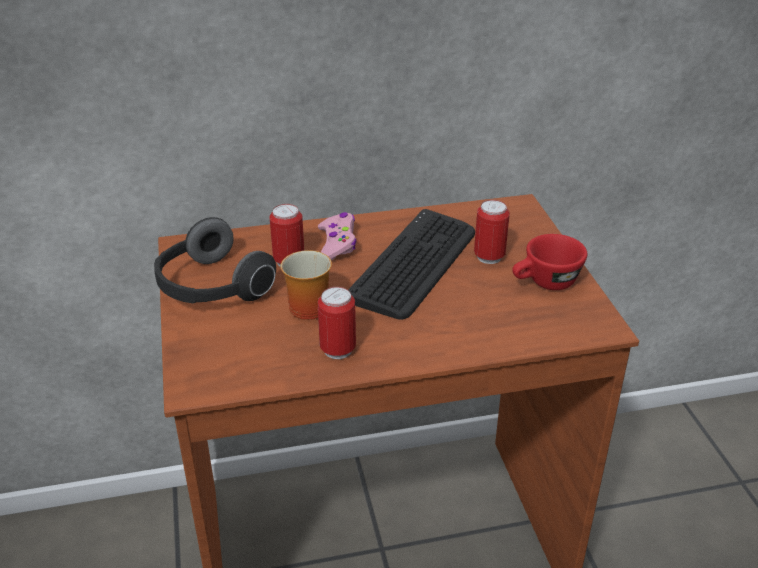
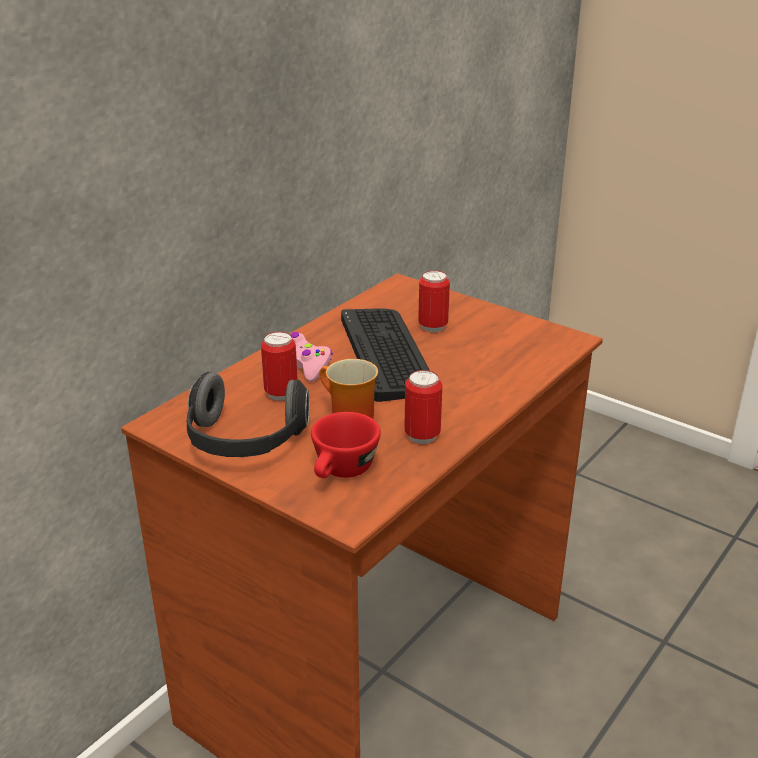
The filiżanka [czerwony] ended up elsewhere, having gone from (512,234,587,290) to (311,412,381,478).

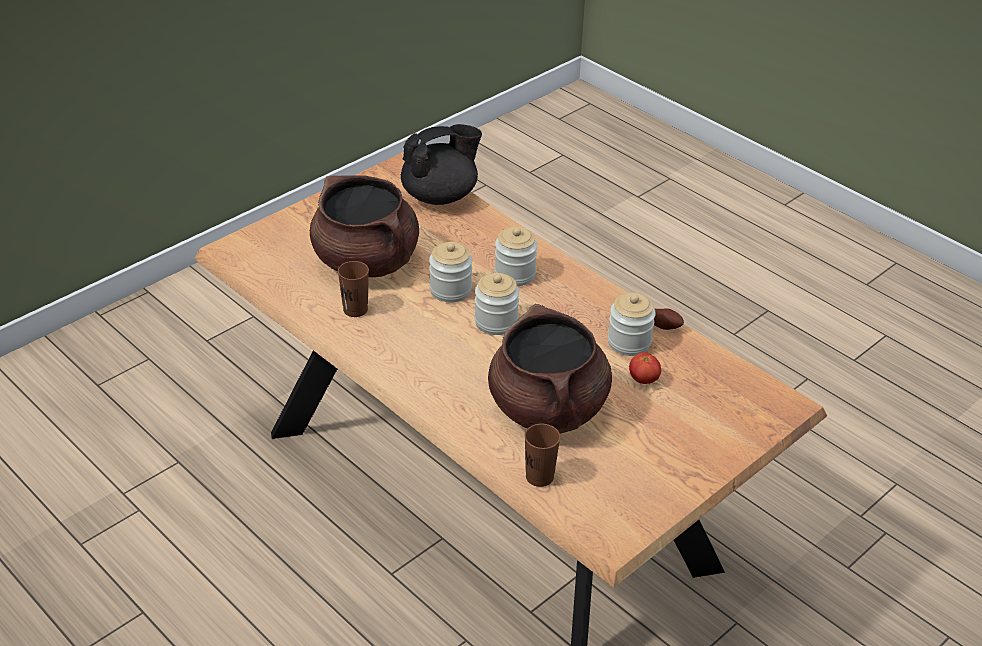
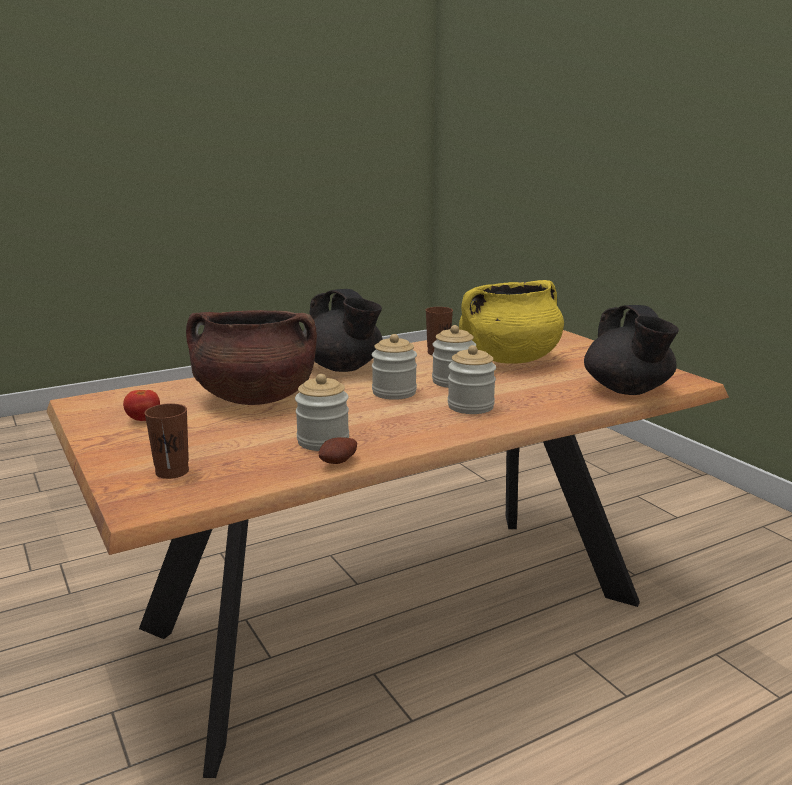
What was the garnek [brązowy] at (310,175,419,277) turned into the garnek [żółty] at (459,280,564,364).
The filiżanka [brązowy] ended up elsewhere, having gone from (525,424,560,487) to (144,403,189,479).
The pomidor ended up elsewhere, having gone from (629,352,661,384) to (123,390,160,421).
The second view gained the imbryk [czarny] at (309,289,383,372).

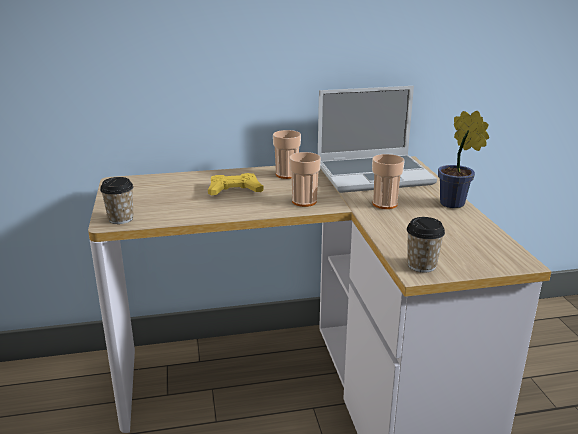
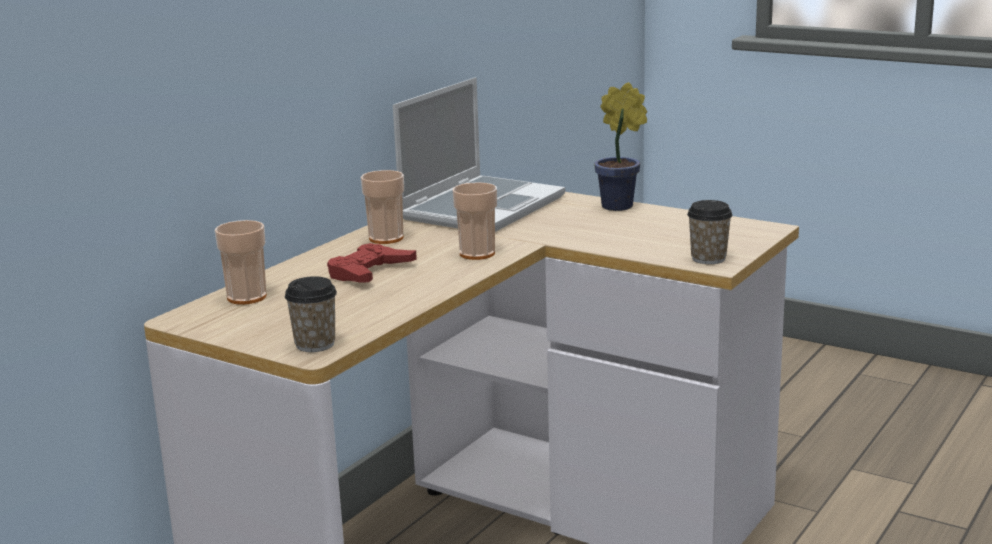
What was the pad do gier [żółty] at (208,173,264,196) turned into the pad do gier [czerwony] at (327,243,417,282).
The filiżanka ended up elsewhere, having gone from (372,154,405,209) to (215,220,267,305).

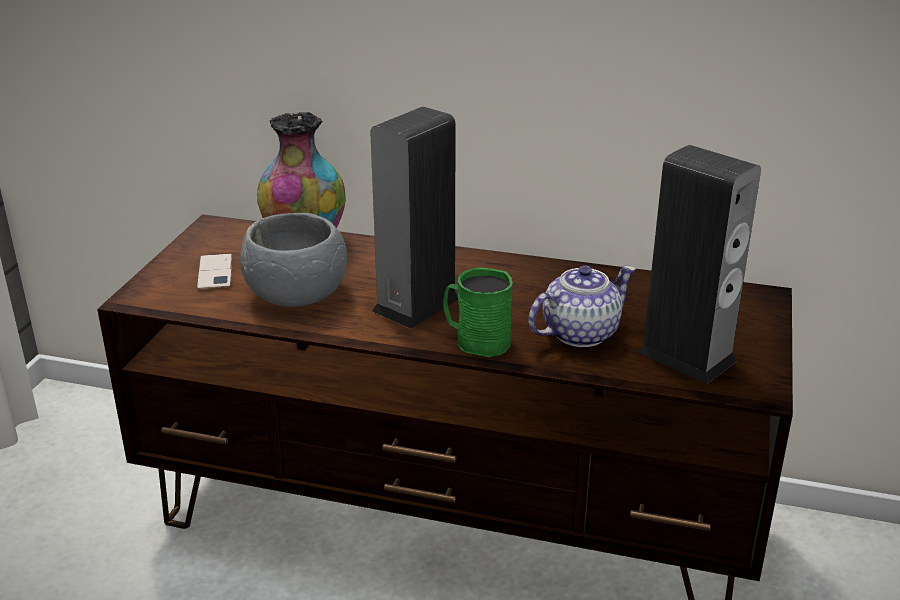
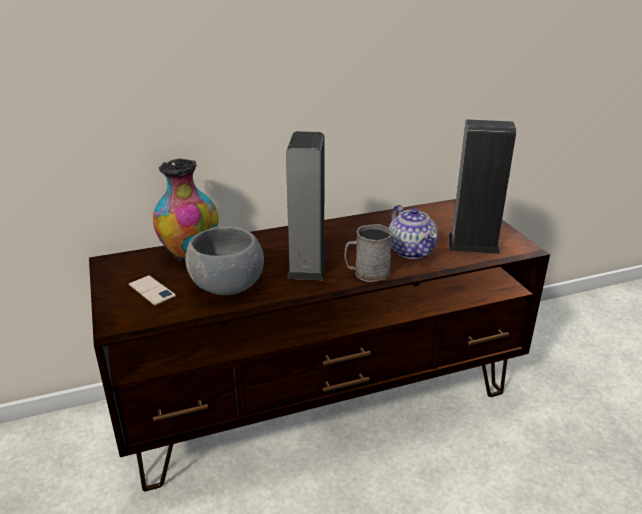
What was the kubek [zielony] at (443,268,513,357) turned into the kubek [szary] at (344,224,393,282).
The imbryk at (528,265,636,347) ended up facing another way, 135 degrees clockwise from before.

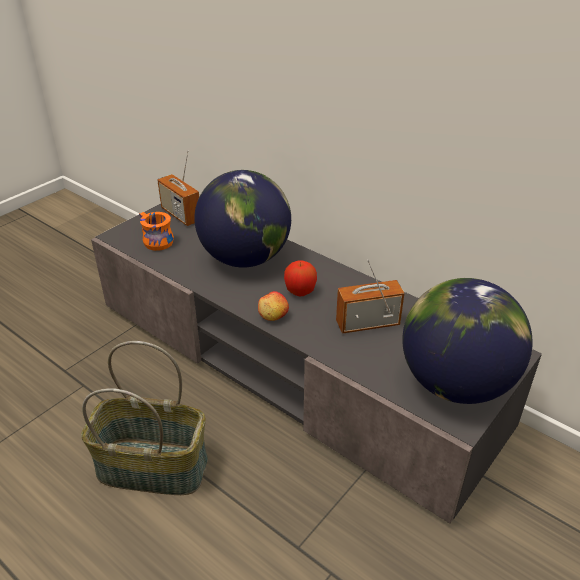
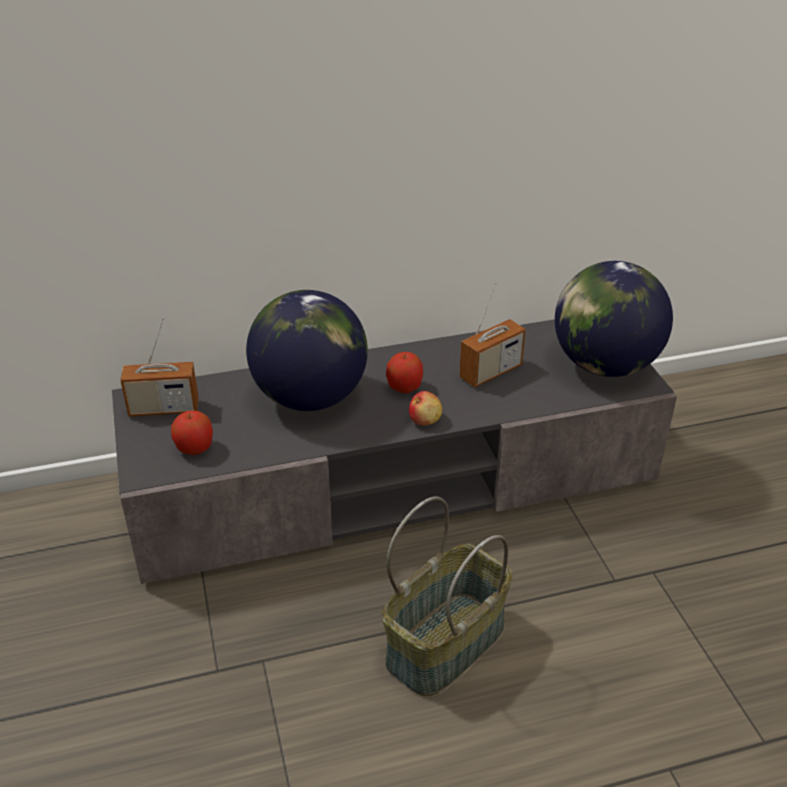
Where the kubek [pomarańczowy] stood at (139,212,174,251), the jabłko came to stand at (171,410,213,455).
The radio at (336,260,405,334) ended up facing another way, 150 degrees counterclockwise from before.

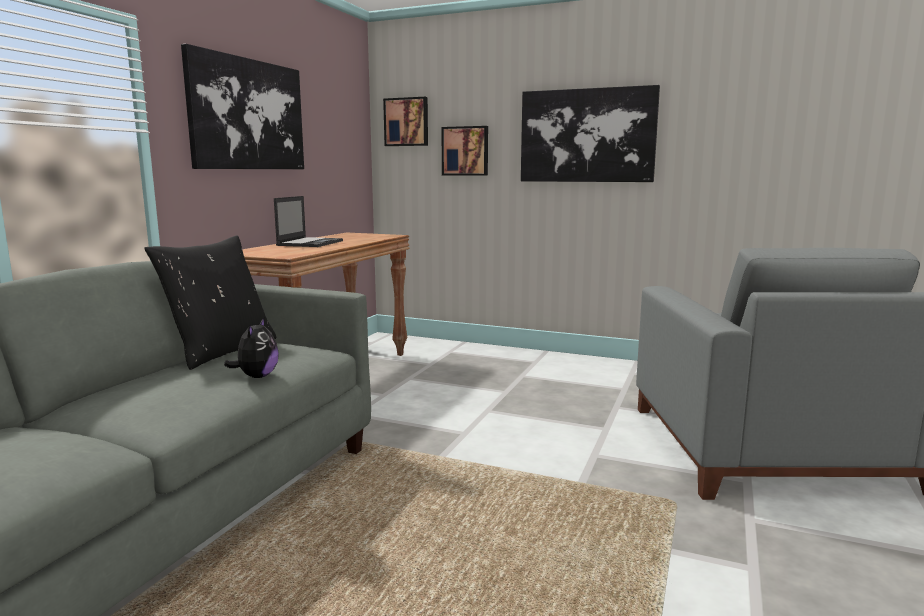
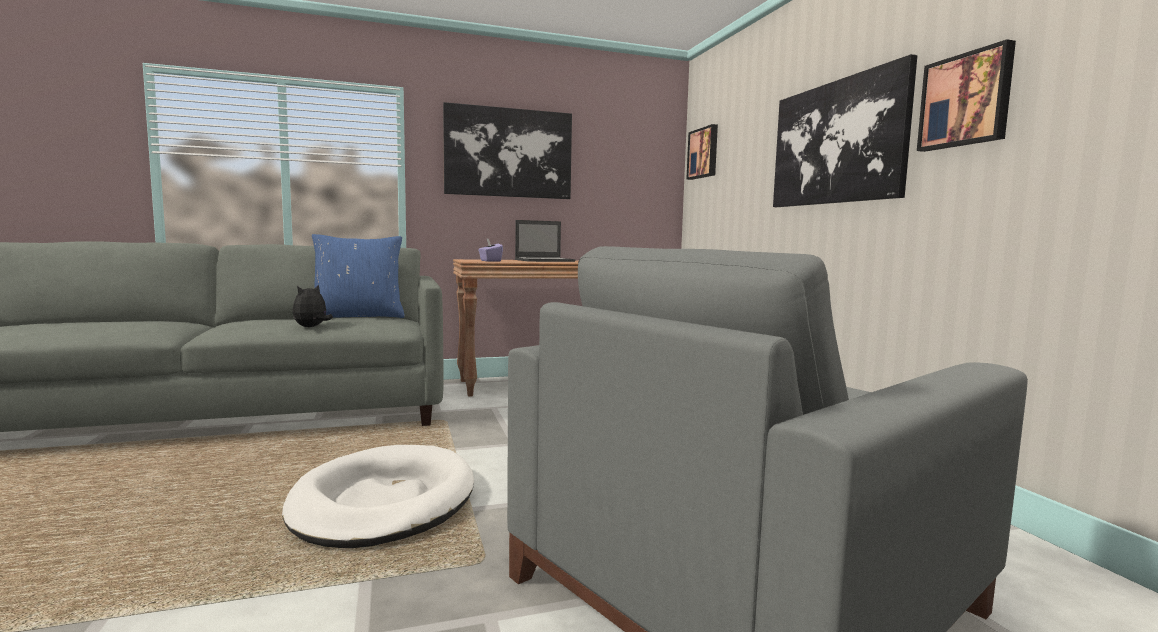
What was the poduszka [czarny] at (144,235,276,370) turned into the poduszka [niebieski] at (312,234,405,318).
The pluszak at (224,318,279,378) ended up facing another way, 150 degrees clockwise from before.
The obraz ended up elsewhere, having gone from (441,126,488,176) to (917,39,1016,152).
The second view gained the legowisko [biały] at (282,445,474,548).
The second view gained the pudełko chusteczek [fioletowy] at (478,238,503,262).

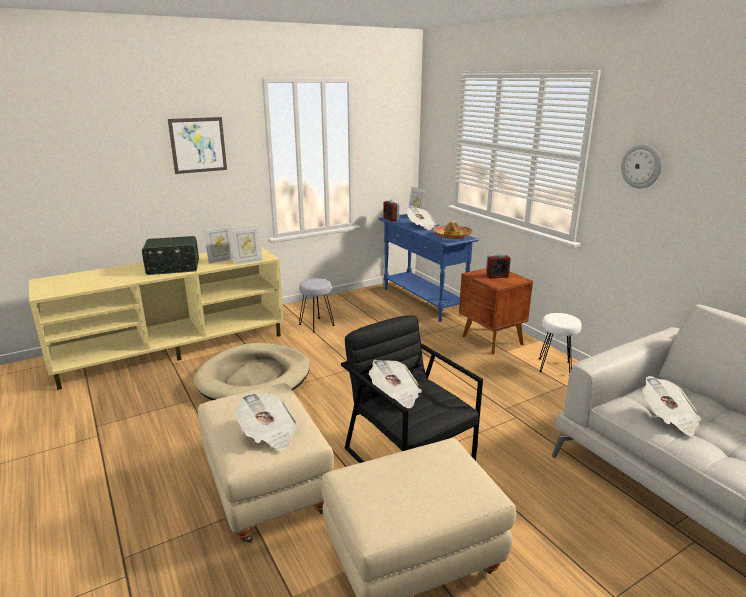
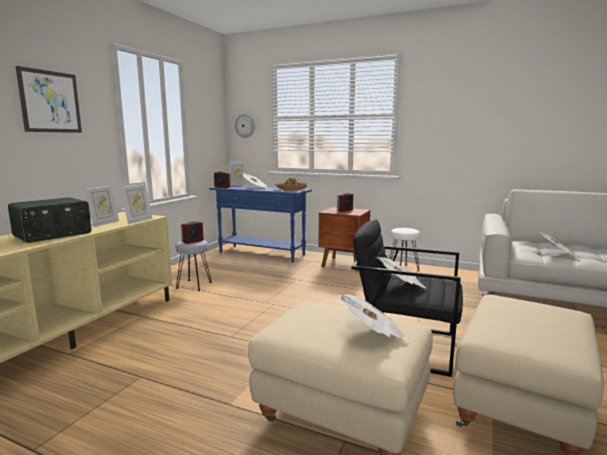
The second view lost the legowisko [beżowy] at (194,343,310,400).
The zegar ścienny ended up elsewhere, having gone from (621,144,661,189) to (235,114,255,138).
The second view gained the budzik at (181,220,203,244).

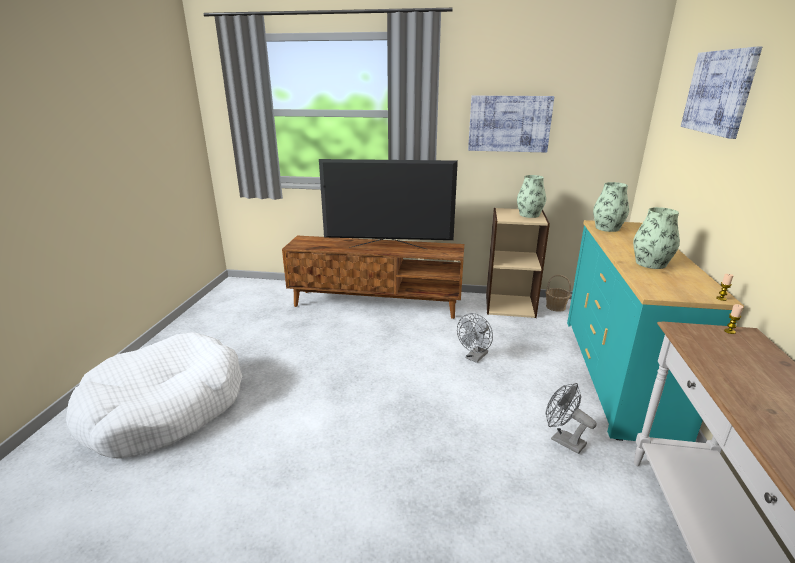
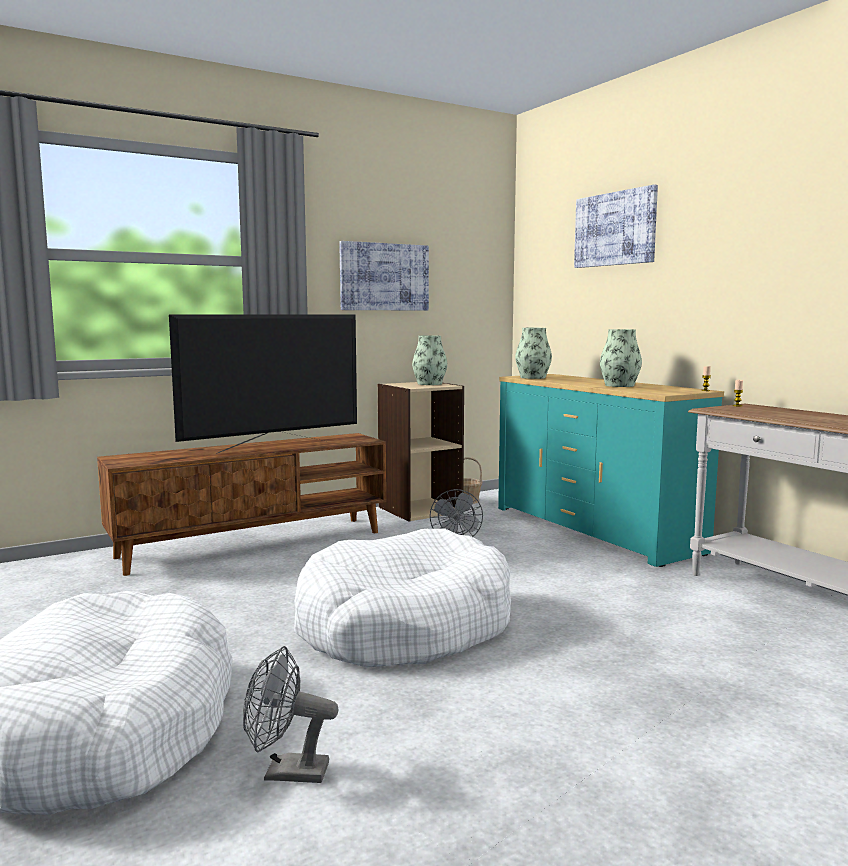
The wentylator [szary] ended up elsewhere, having gone from (545,383,597,454) to (243,646,339,783).
The second view gained the legowisko [biały] at (294,529,511,667).

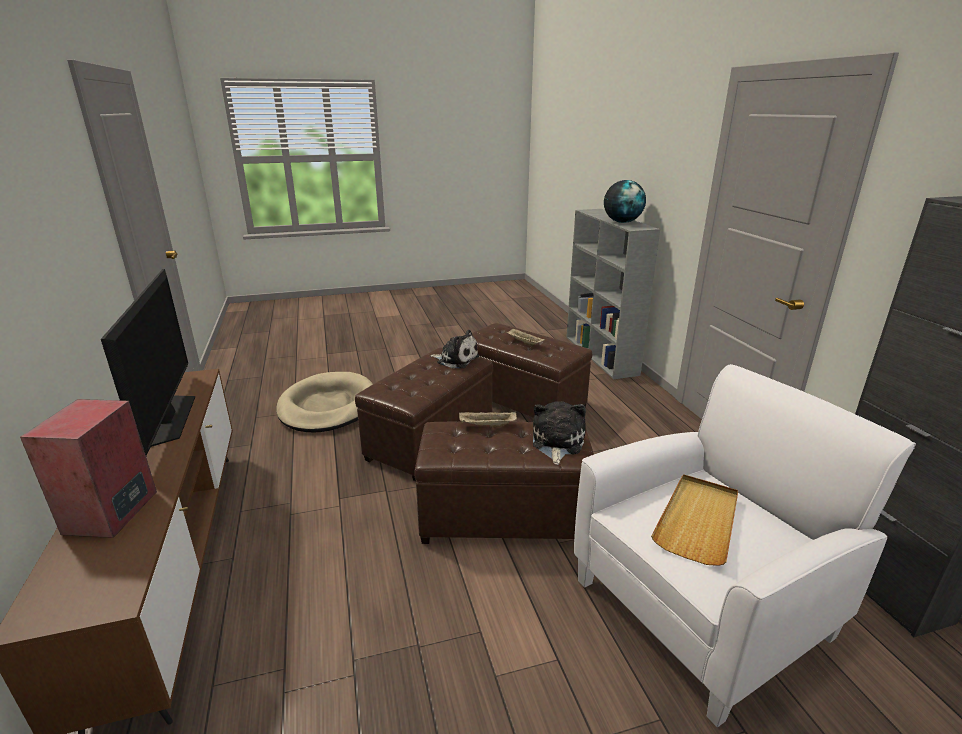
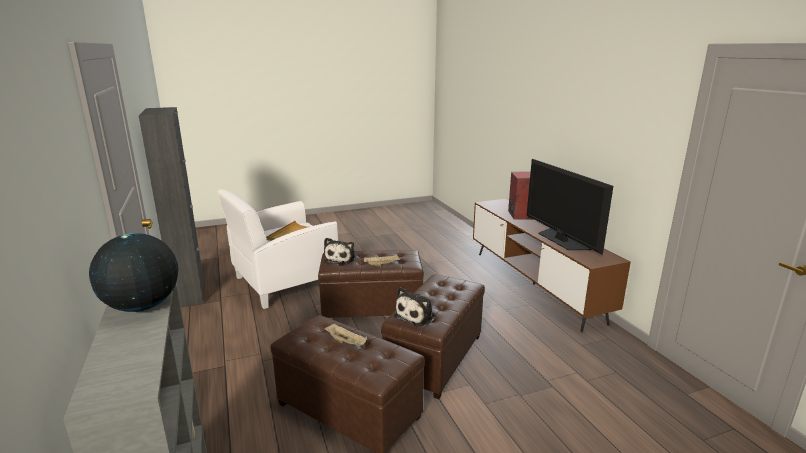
The second view lost the legowisko [beżowy] at (276,372,373,432).
The pluszak at (430,330,479,368) ended up facing another way, 75 degrees counterclockwise from before.

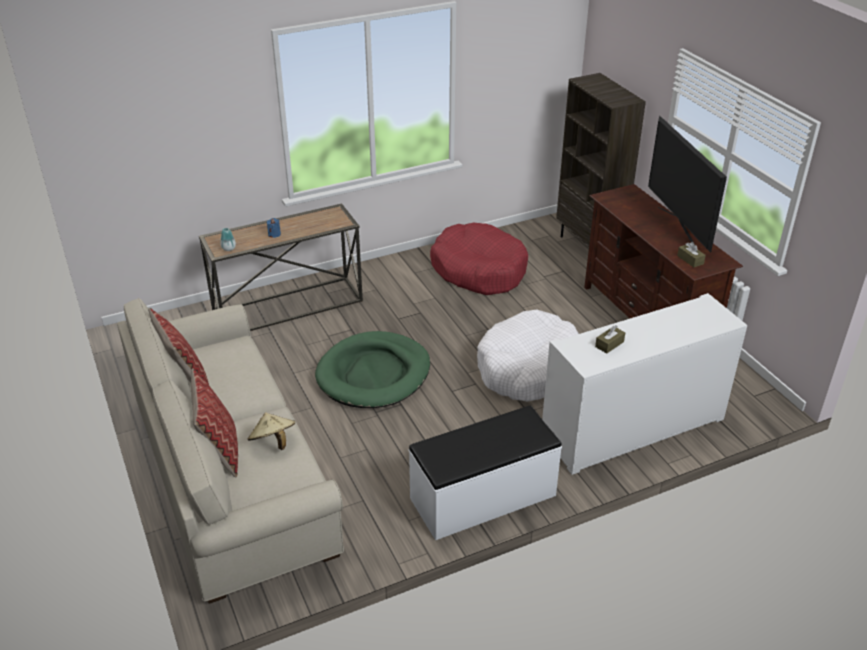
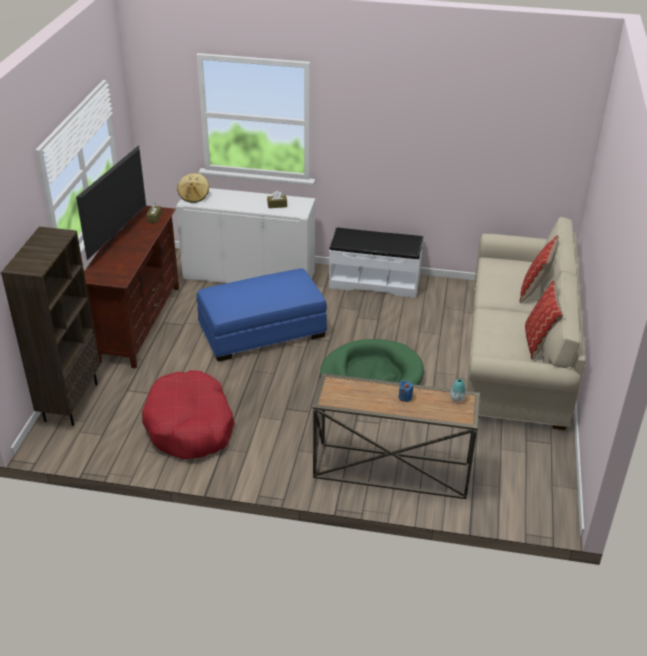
The kapelusz [beżowy] ended up elsewhere, having gone from (248,412,295,450) to (177,173,209,203).
Where the legowisko [biały] stood at (477,309,579,402), the pufa [niebieski] came to stand at (197,268,327,362).

